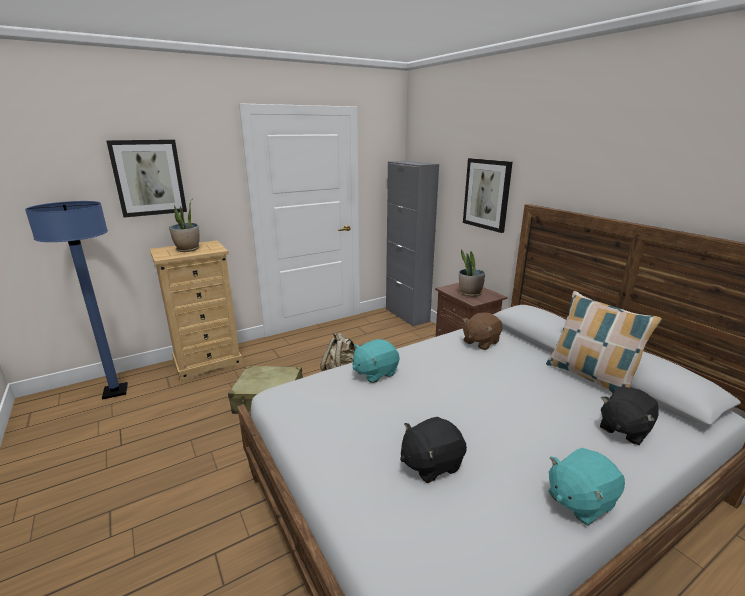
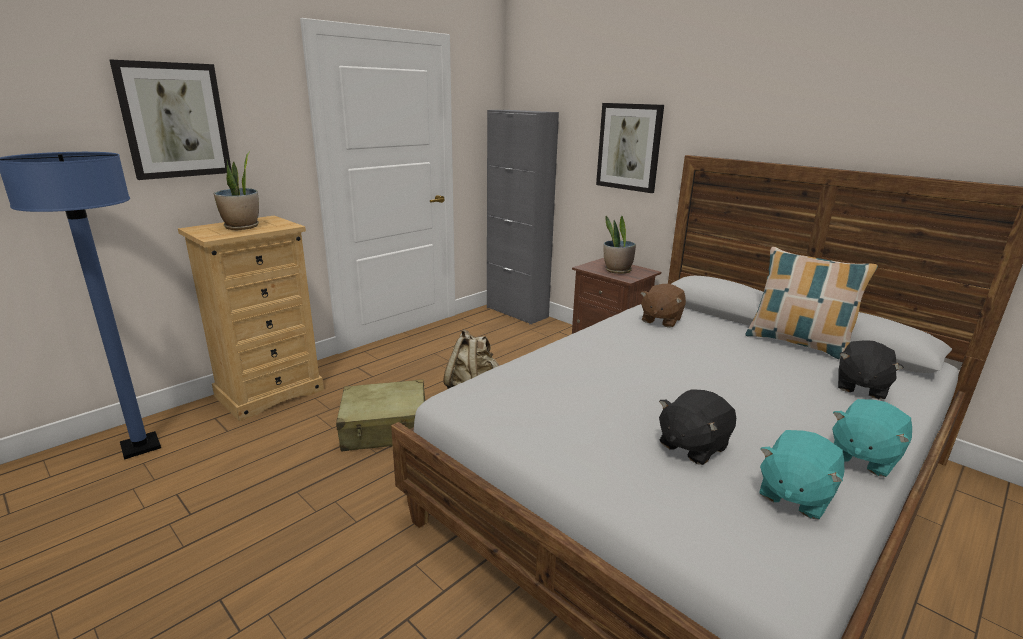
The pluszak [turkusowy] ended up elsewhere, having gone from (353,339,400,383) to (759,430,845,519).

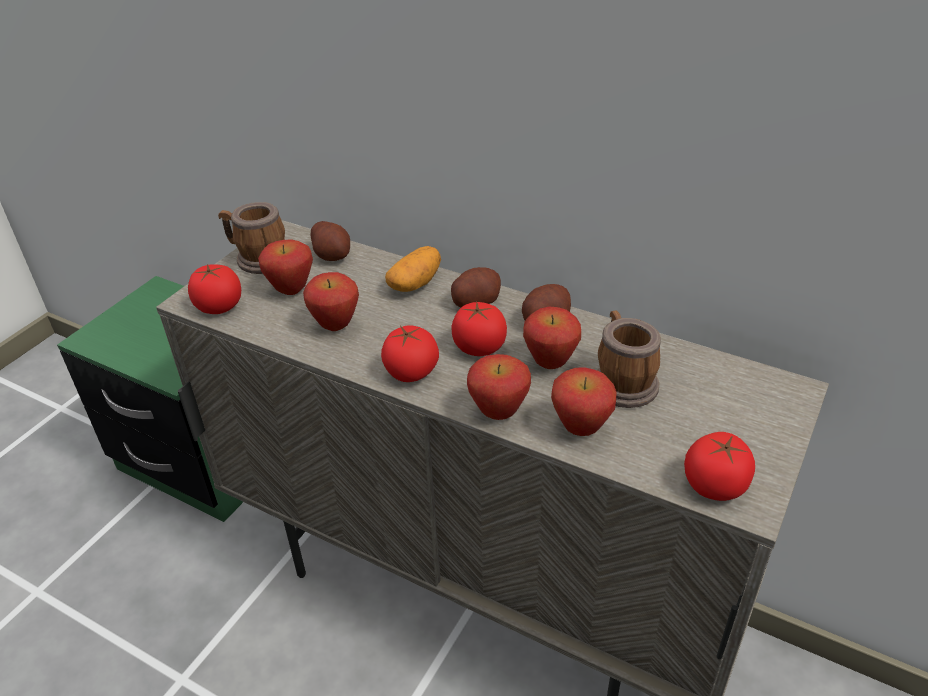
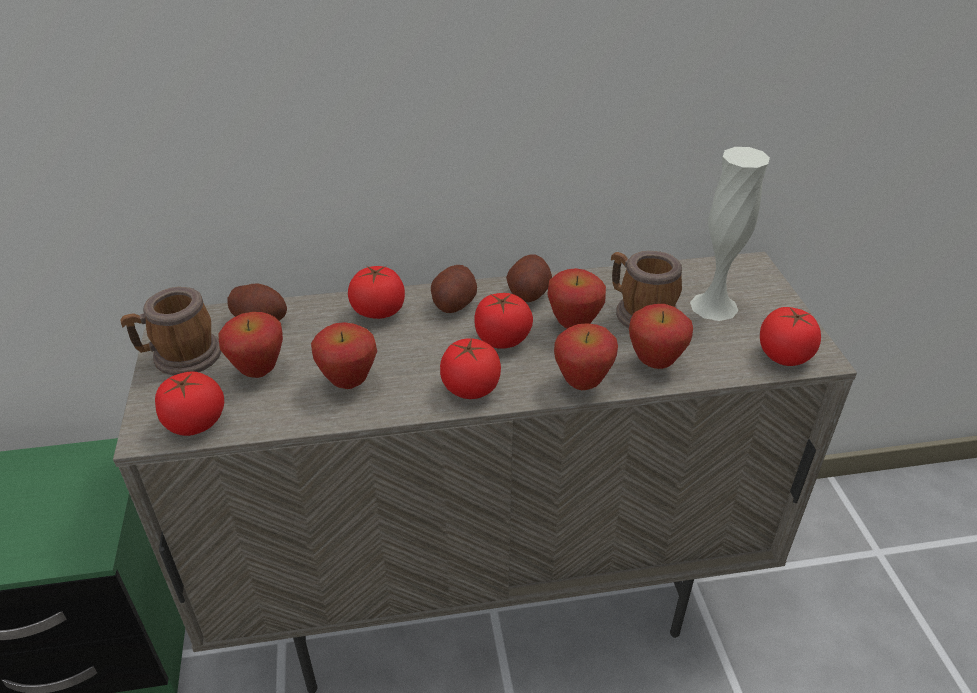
Where the ziemniak stood at (385,246,441,292), the pomidor came to stand at (348,266,405,319).
The second view gained the wazon [biały] at (690,147,770,321).

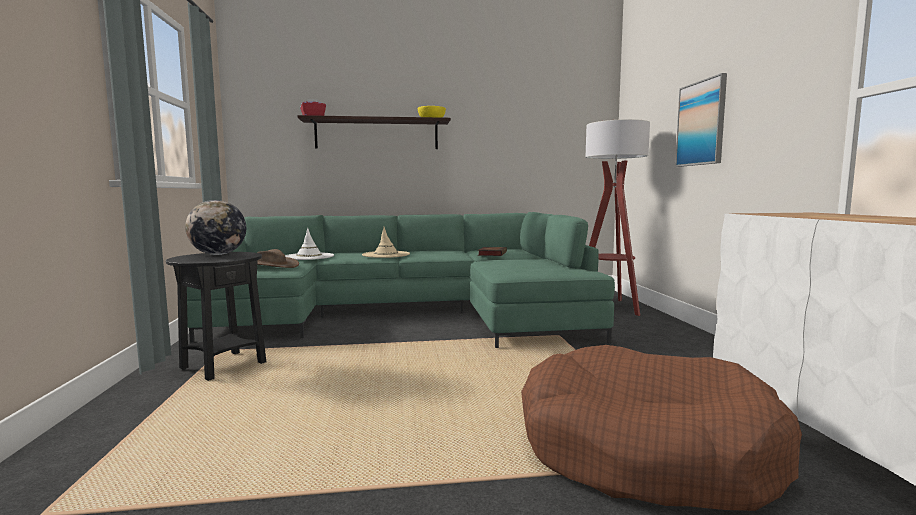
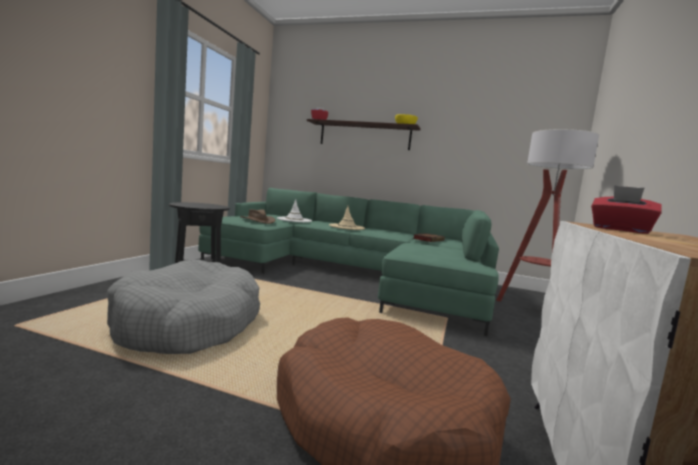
The second view lost the globus at (185,200,246,255).
The second view lost the obraz at (675,73,727,167).
The second view gained the legowisko [szary] at (107,260,260,354).
The second view gained the pudełko chusteczek [czerwony] at (591,185,662,234).

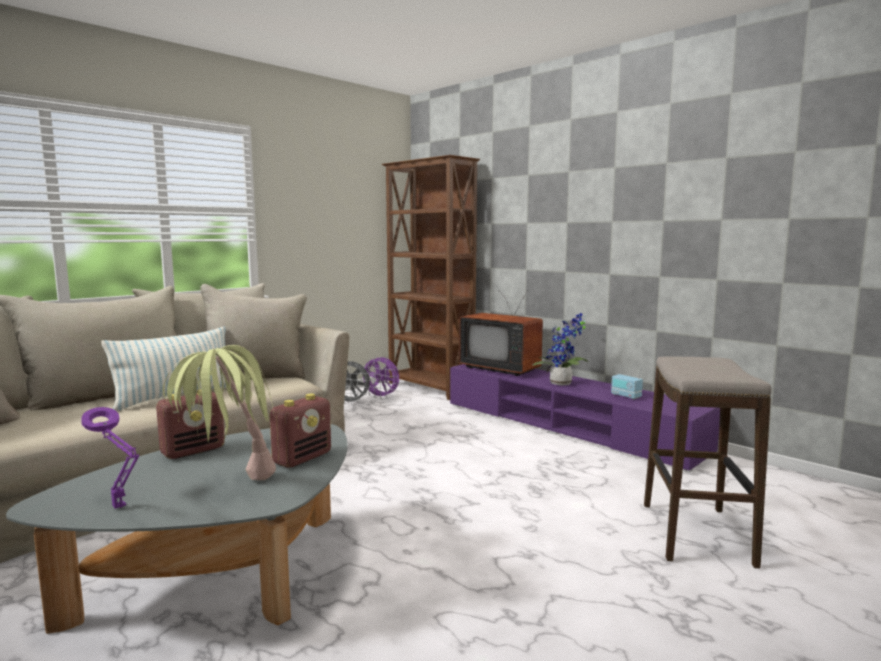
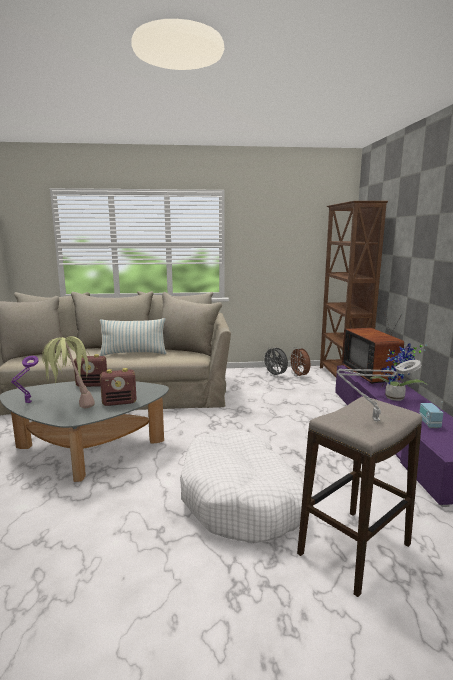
What was the wentylator [fioletowy] at (360,356,399,399) turned into the wentylator [brązowy] at (289,347,310,378).
The second view gained the legowisko [biały] at (180,430,303,543).
The second view gained the lampa stołowa [szary] at (337,360,422,422).

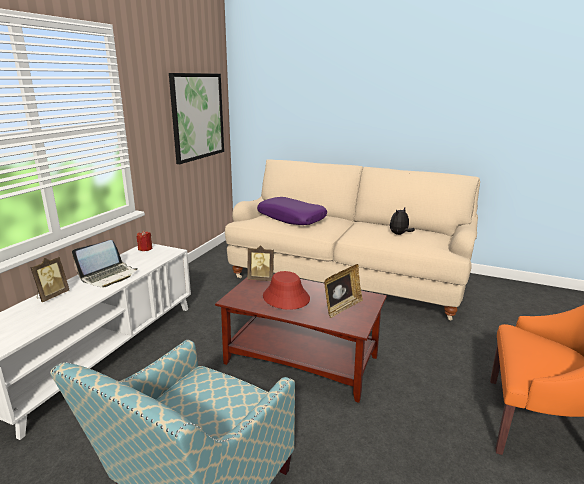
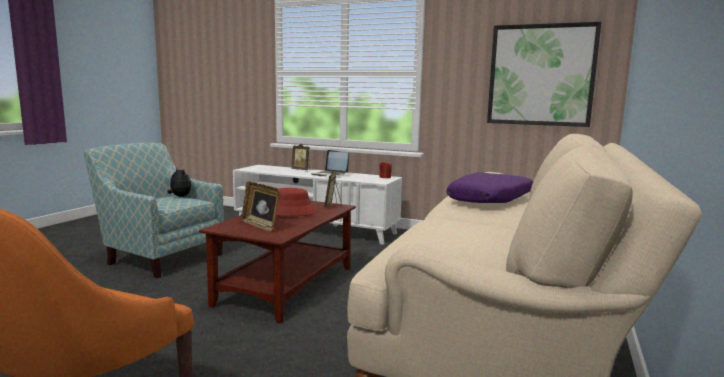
The pluszak ended up elsewhere, having gone from (390,207,415,235) to (167,168,191,197).

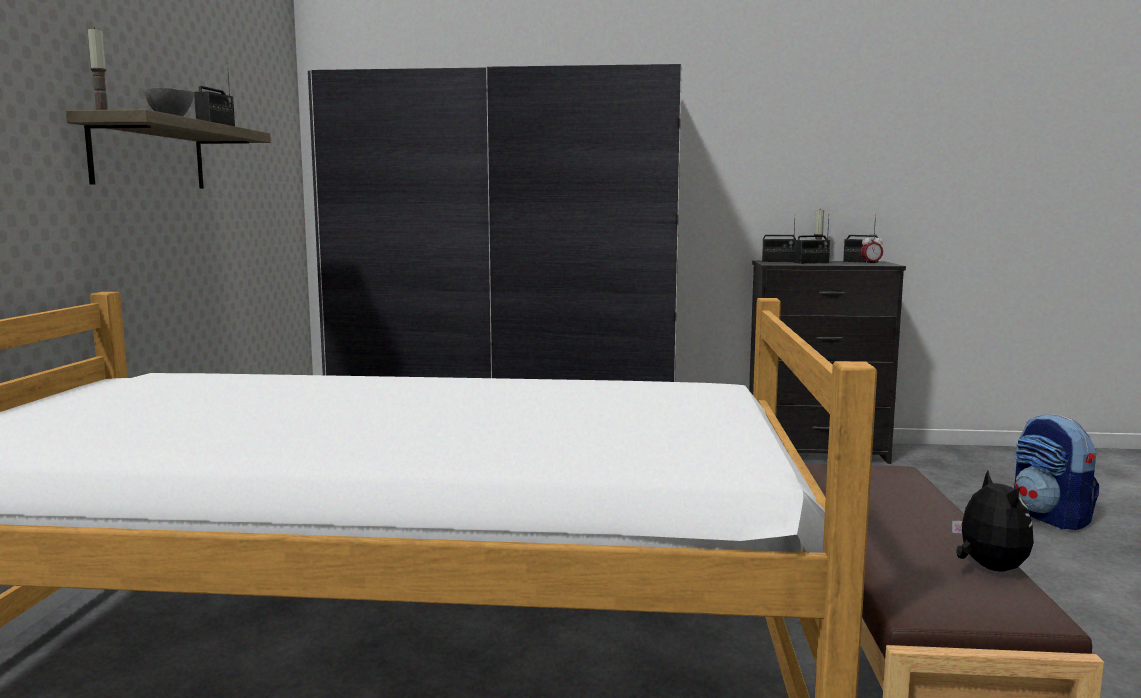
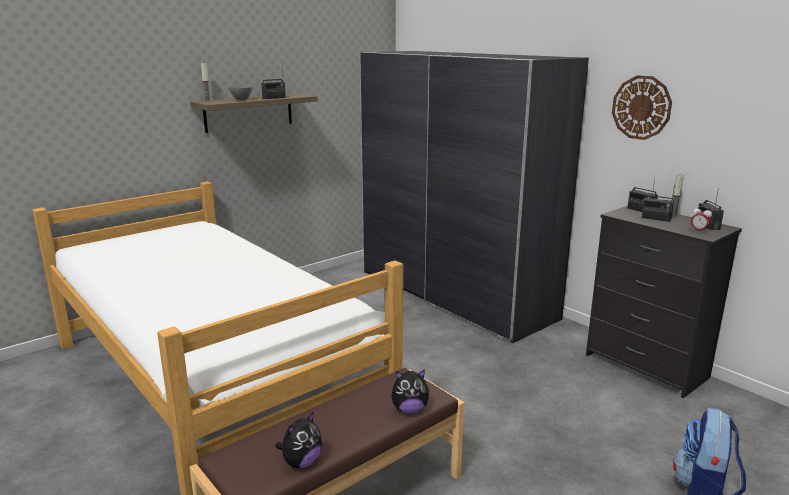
The second view gained the pluszak at (391,369,430,414).
The second view gained the zegar ścienny at (612,75,672,140).

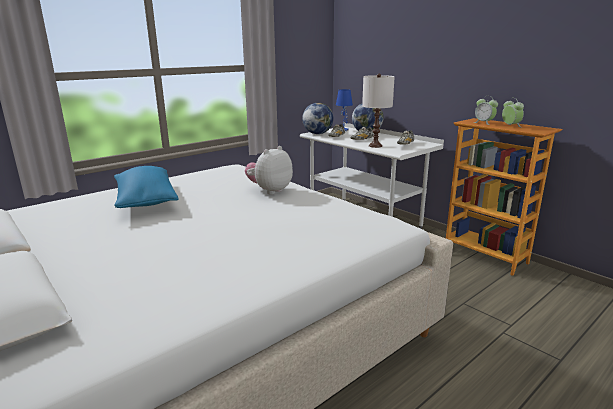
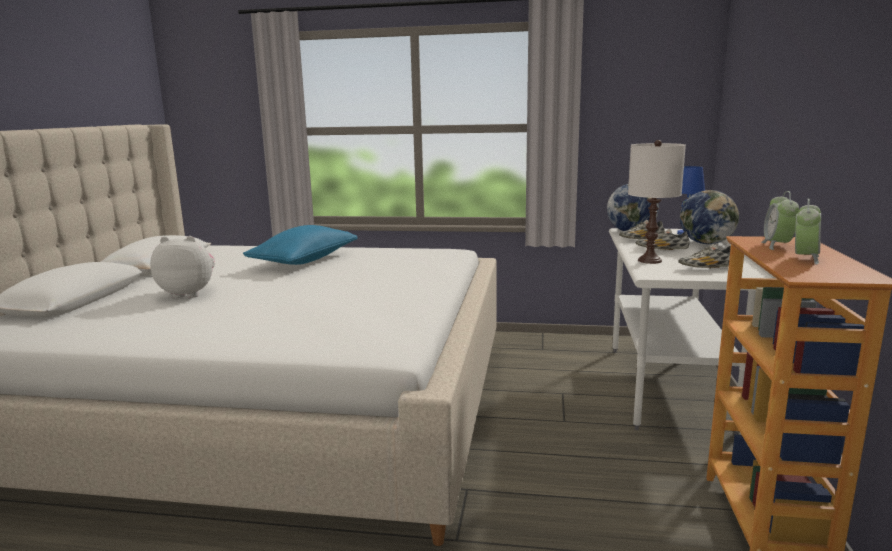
The pluszak ended up elsewhere, having gone from (245,146,293,195) to (150,236,215,298).

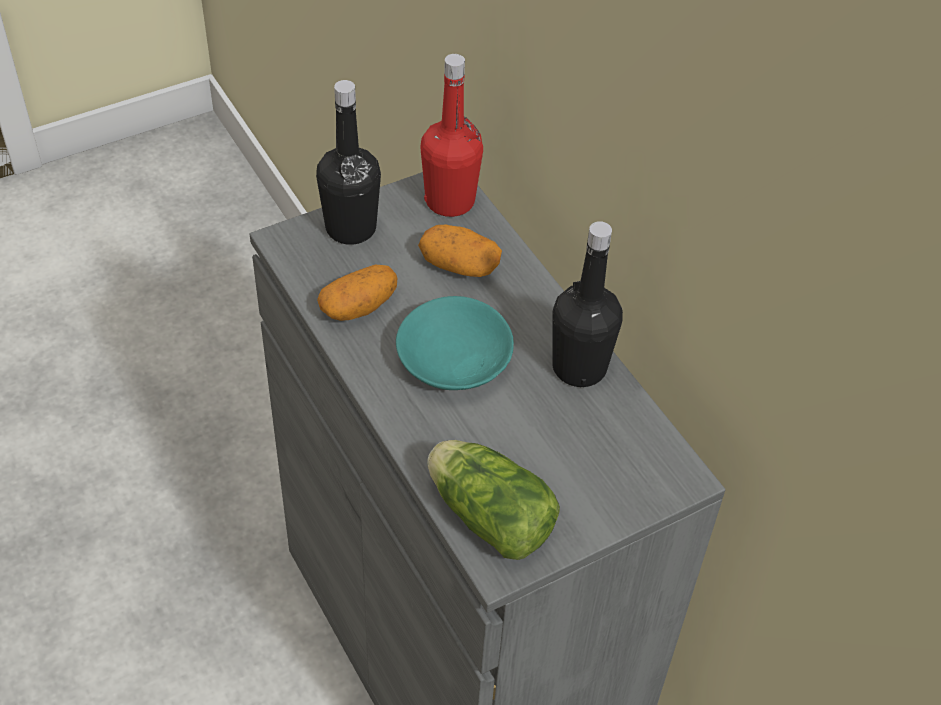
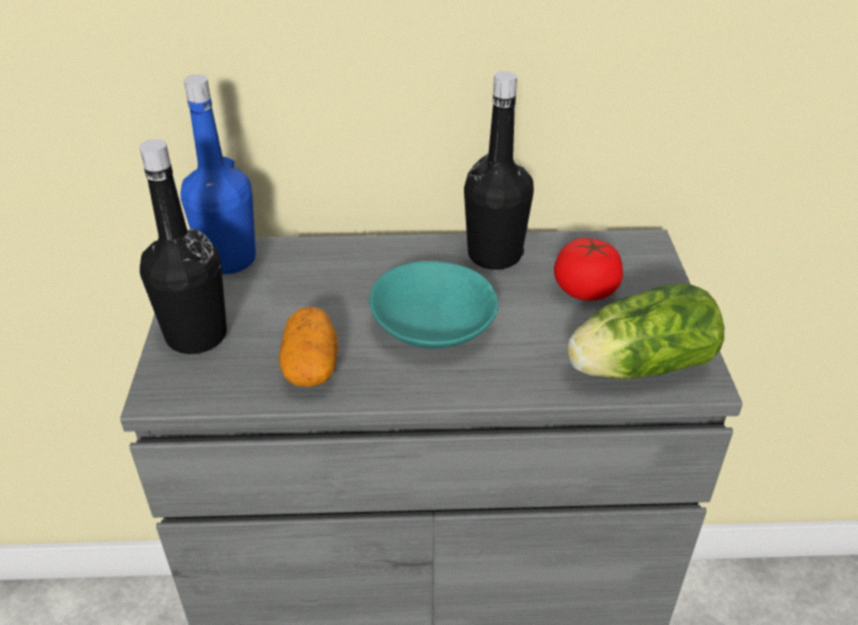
The second view lost the ziemniak at (418,225,502,277).
What was the butelka [czerwony] at (420,54,483,217) turned into the butelka [niebieski] at (180,75,256,274).
The second view gained the pomidor at (554,238,623,301).

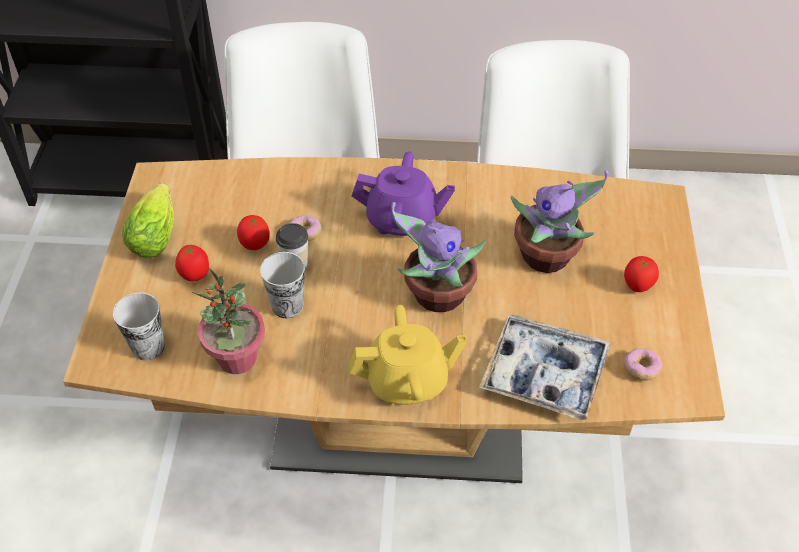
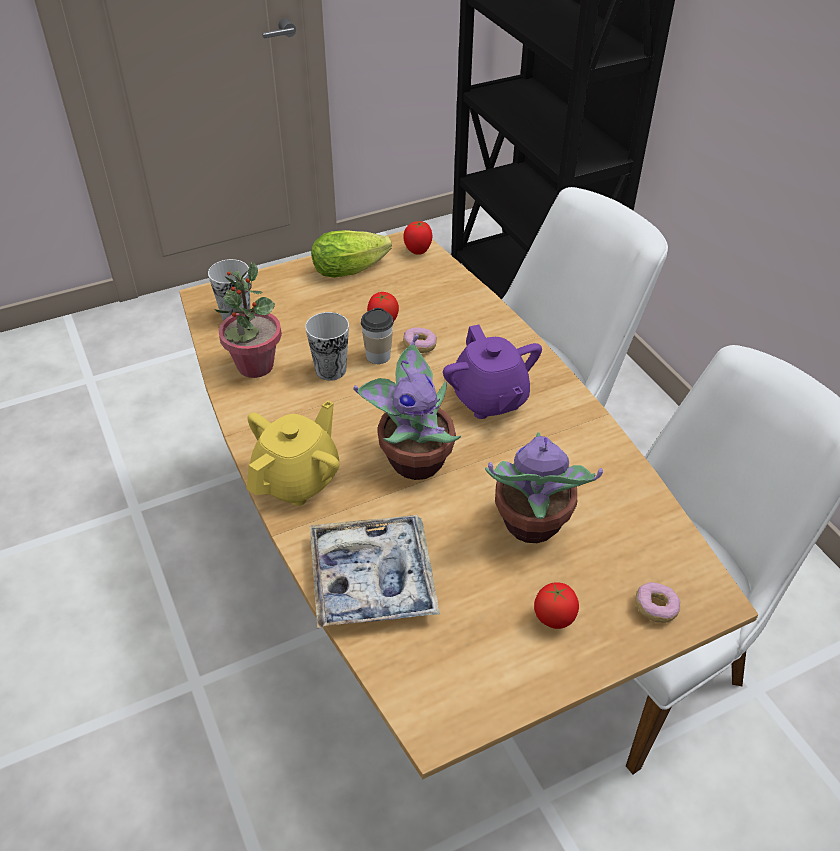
The pomidor ended up elsewhere, having gone from (175,244,209,282) to (403,221,433,255).
The imbryk [żółty] at (349,305,468,405) ended up facing another way, 105 degrees counterclockwise from before.
The donut ended up elsewhere, having gone from (623,348,663,381) to (636,582,680,623).

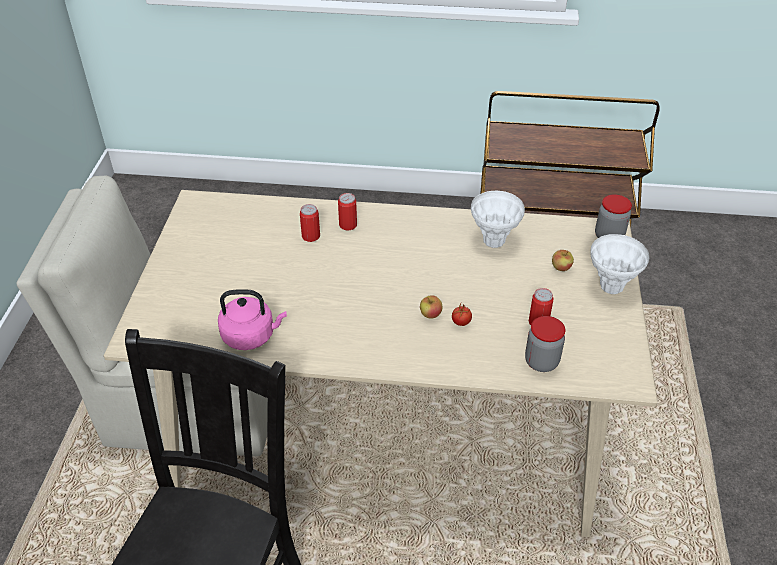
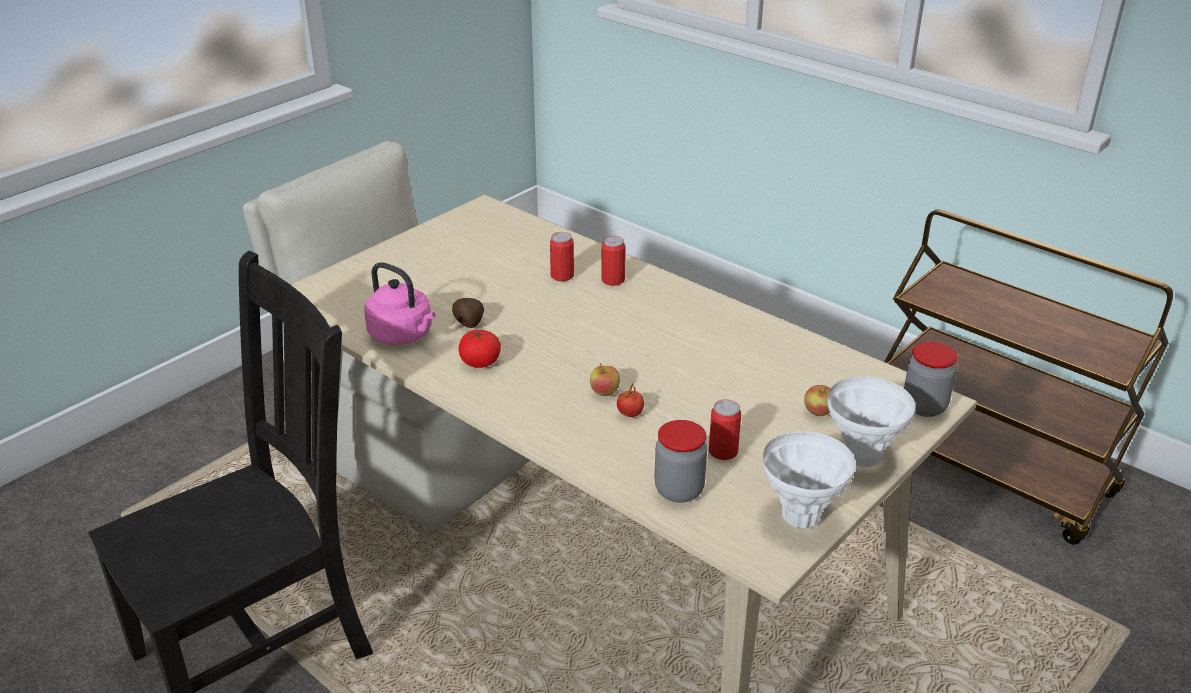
The wazon [biały] ended up elsewhere, having gone from (471,191,525,248) to (762,431,856,529).
The second view gained the ziemniak at (452,298,484,328).
The second view gained the pomidor at (459,330,501,368).

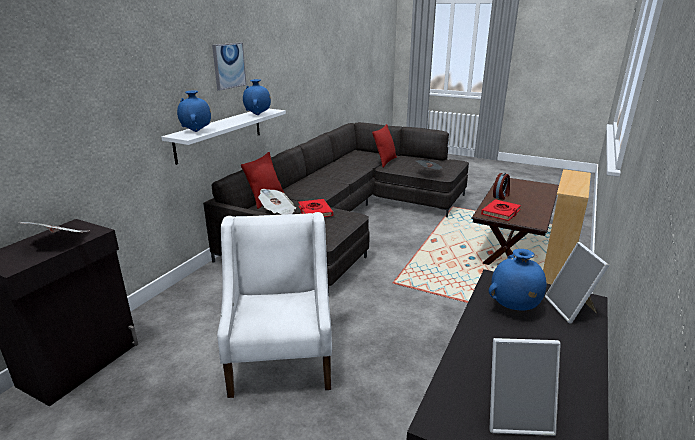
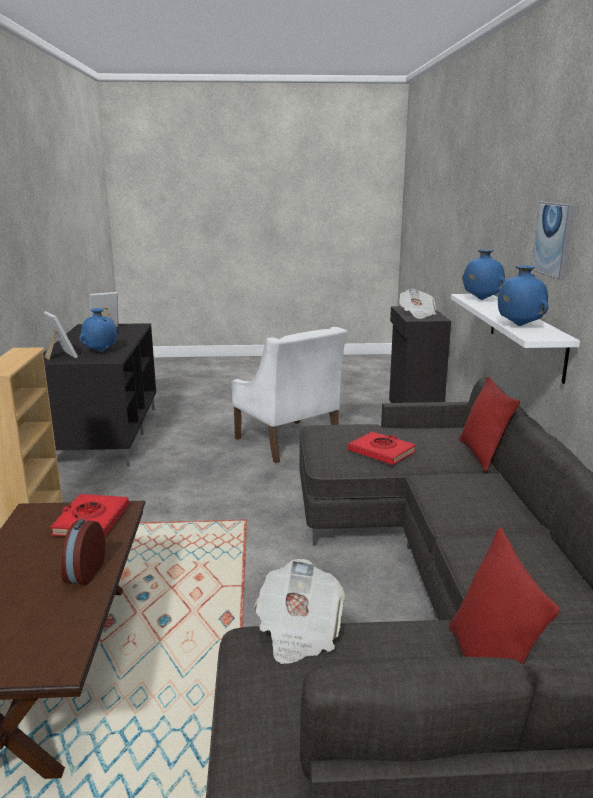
The second view lost the gazeta at (258,189,296,215).

